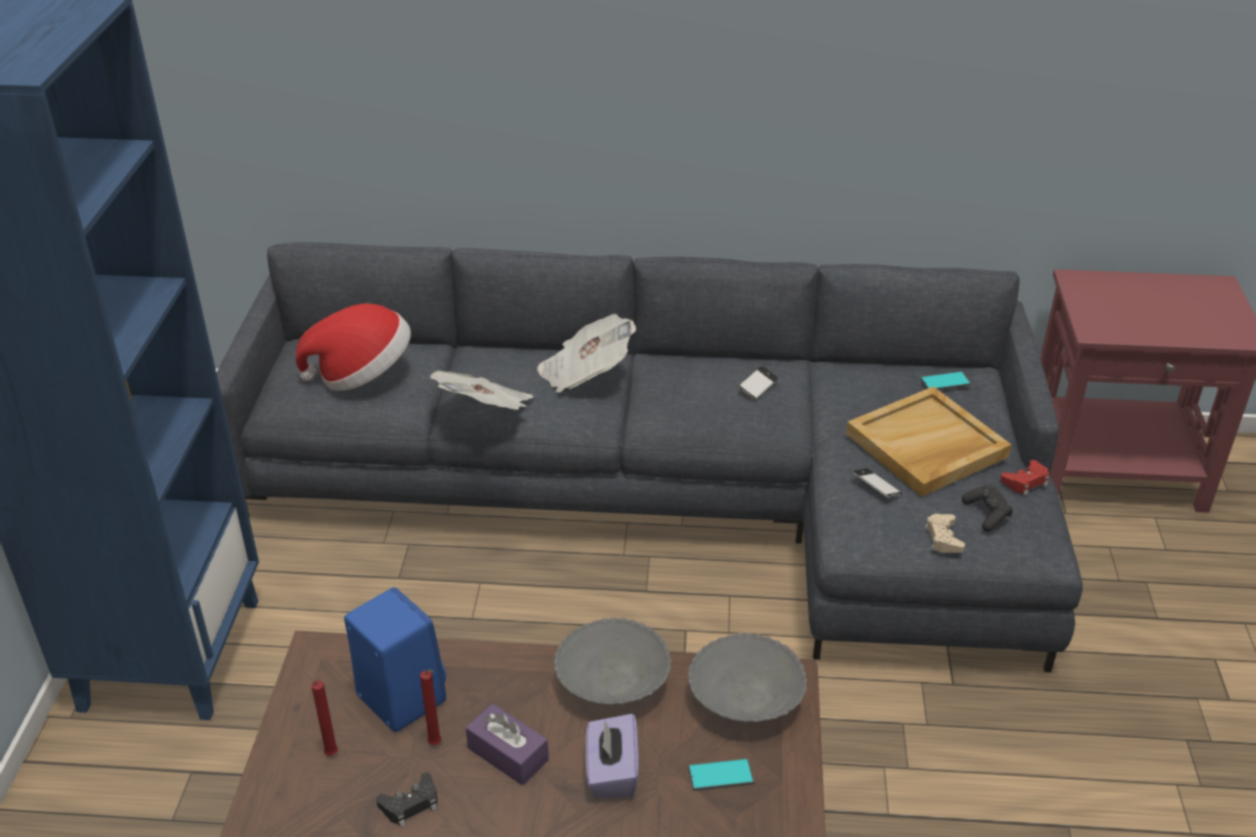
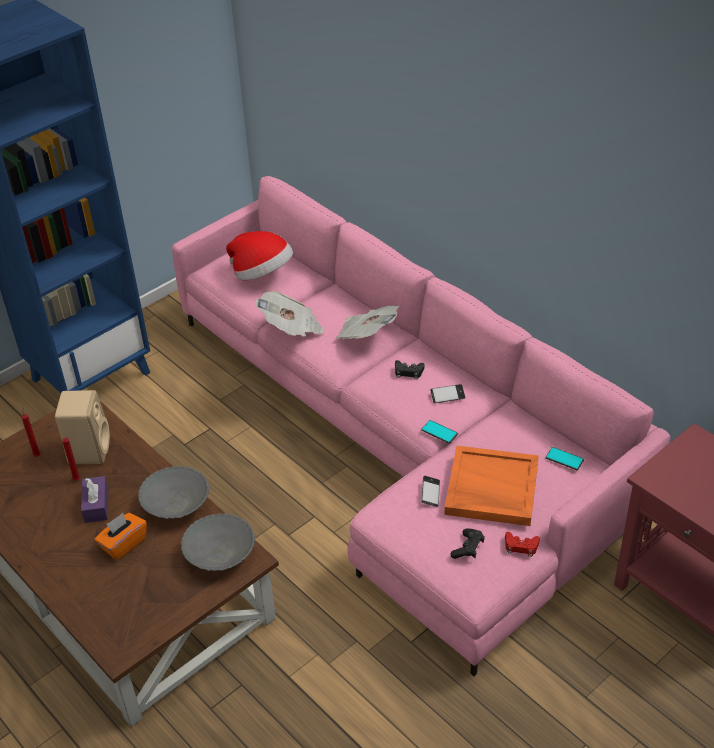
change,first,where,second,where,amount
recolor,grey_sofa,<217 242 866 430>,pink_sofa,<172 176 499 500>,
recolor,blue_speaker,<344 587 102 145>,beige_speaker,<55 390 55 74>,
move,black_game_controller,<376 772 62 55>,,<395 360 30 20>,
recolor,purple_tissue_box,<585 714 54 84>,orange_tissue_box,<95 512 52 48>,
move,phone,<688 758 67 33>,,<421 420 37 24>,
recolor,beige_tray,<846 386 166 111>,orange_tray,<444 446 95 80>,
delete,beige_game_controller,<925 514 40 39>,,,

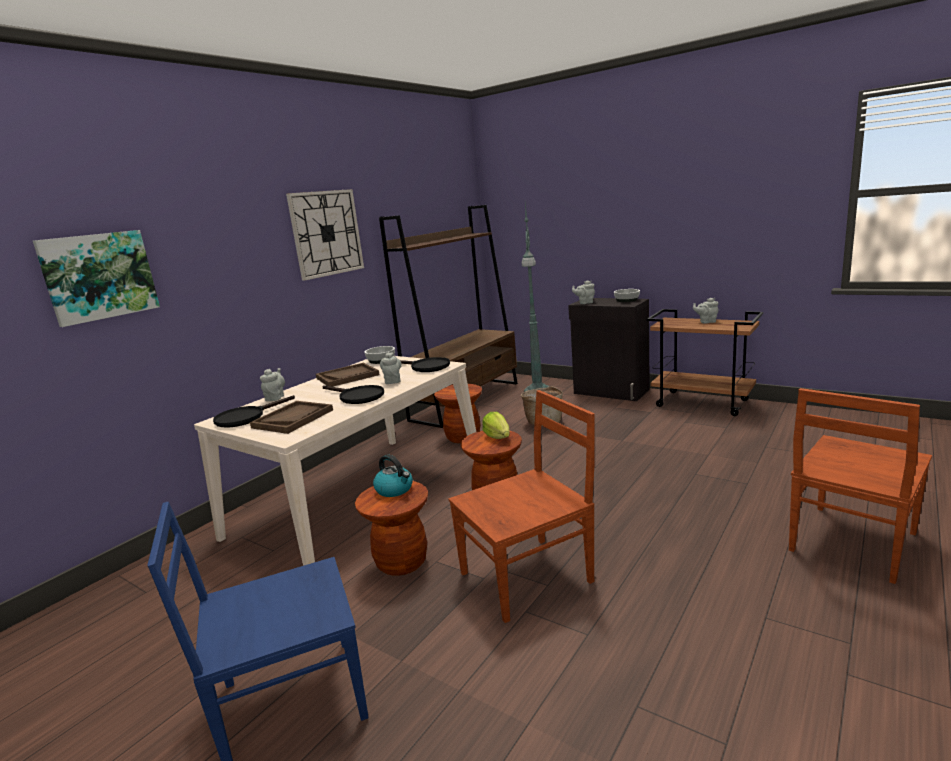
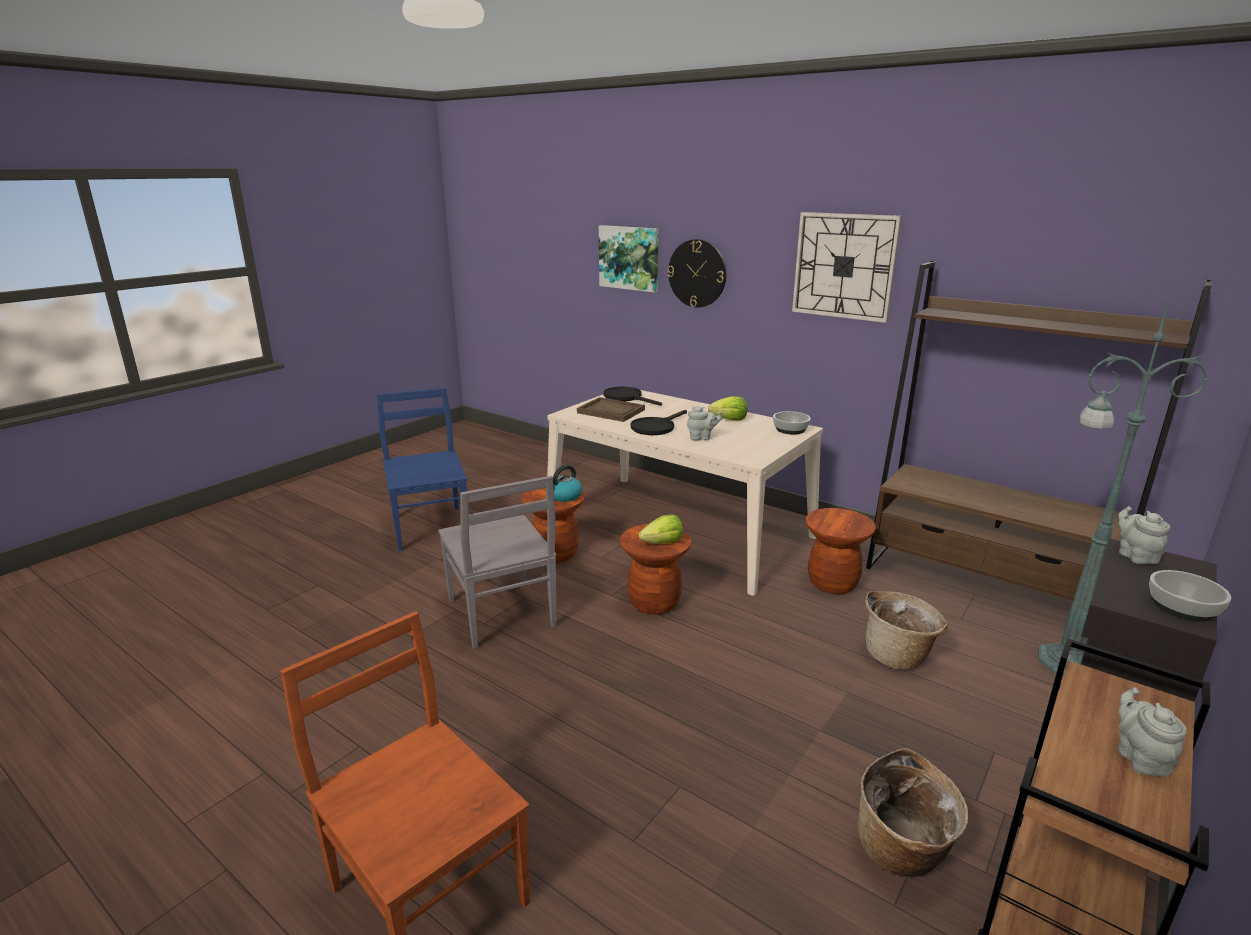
change,first,where,second,where,amount
delete,grey_teapot,<260 368 25 33>,,,
replace,brown_tray,<316 363 63 24>,lettuce,<708 396 40 25>,
delete,black_frying_pan,<400 357 50 15>,,,
recolor,brown_chair,<449 390 146 233>,grey_chair,<438 476 118 173>,
insert,,,wall_clock,<667 239 59 69>,
insert,,,basket,<858 748 110 129>,

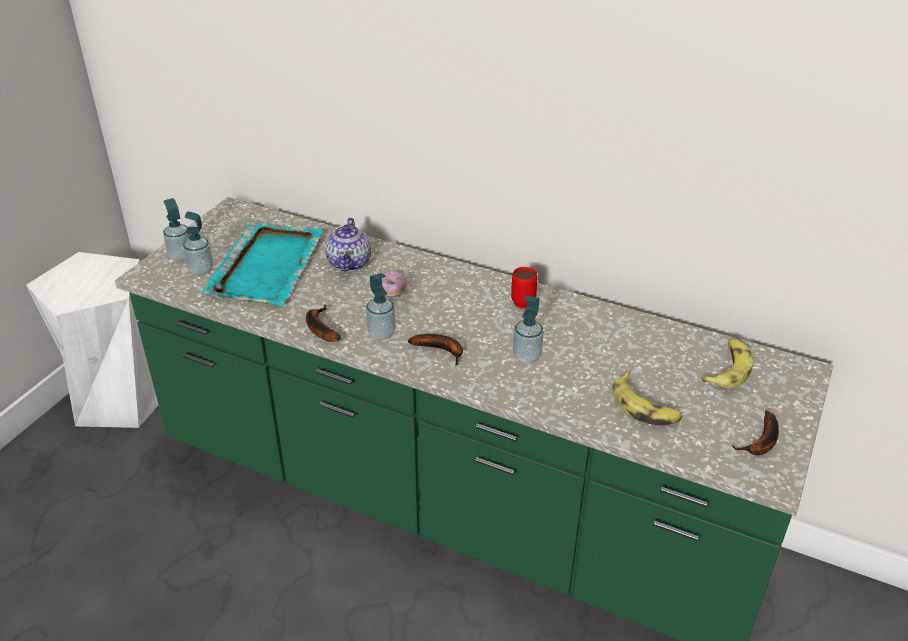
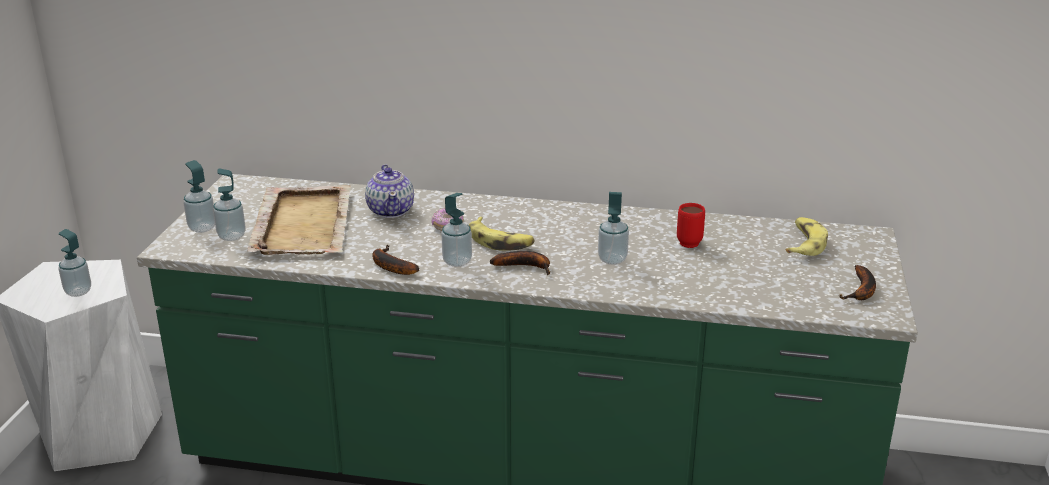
change,first,where,second,where,amount
recolor,turquoise_tray,<202 221 122 85>,beige_tray,<247 185 103 70>,
move,red_mug,<511 267 27 42>,,<677 203 28 45>,
move,banana,<612 372 70 53>,,<469 217 66 34>,
insert,,,soap_dispenser,<58 229 33 68>,

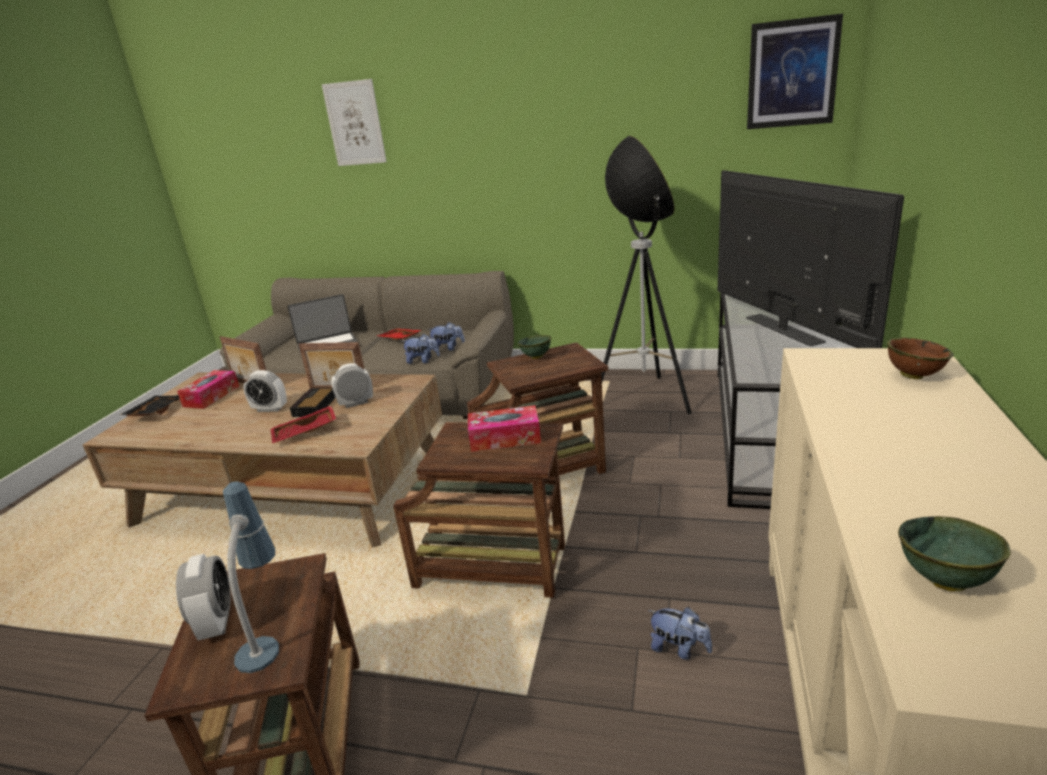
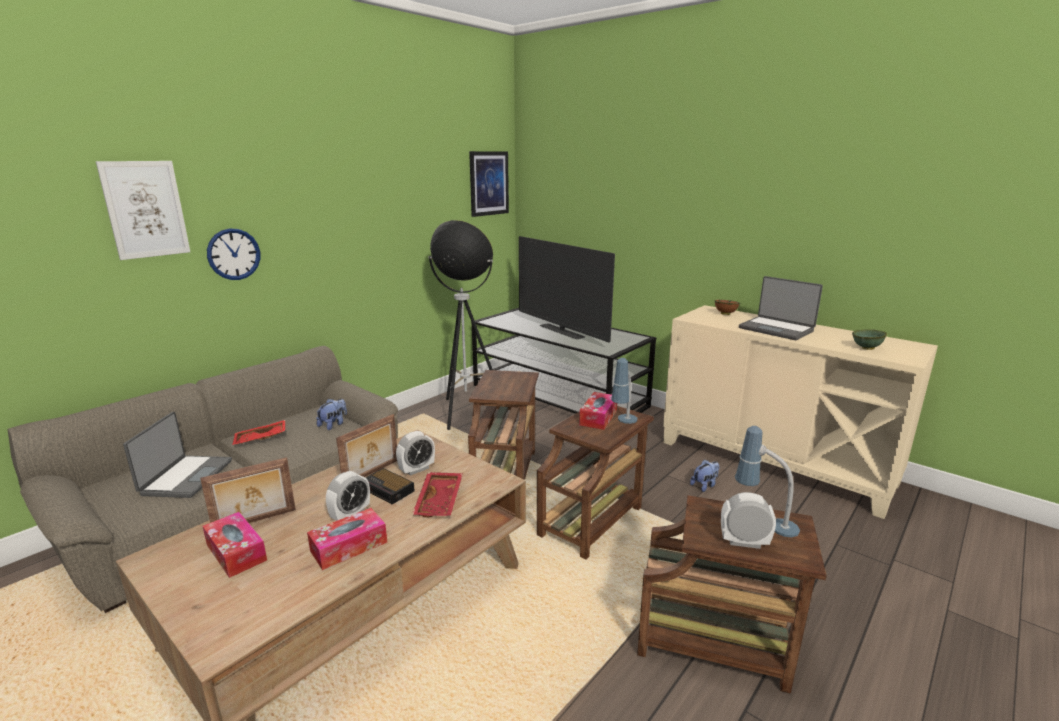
change,first,where,second,where,amount
delete,black_tray,<120 395 60 22>,,,
rotate,alarm_clock,<331 363 42 45>,,<396 431 39 45>,135 degrees counterclockwise
delete,plush_toy,<403 334 37 30>,,,
delete,green_bowl,<518 335 33 24>,,,
rotate,television,<718 170 186 178>,,<519 236 96 107>,135 degrees counterclockwise
insert,,,wall_clock,<207 228 53 52>,
insert,,,tissue_box,<307 508 80 62>,
insert,,,table_lamp,<611 358 26 66>,
insert,,,laptop,<739 276 84 64>,

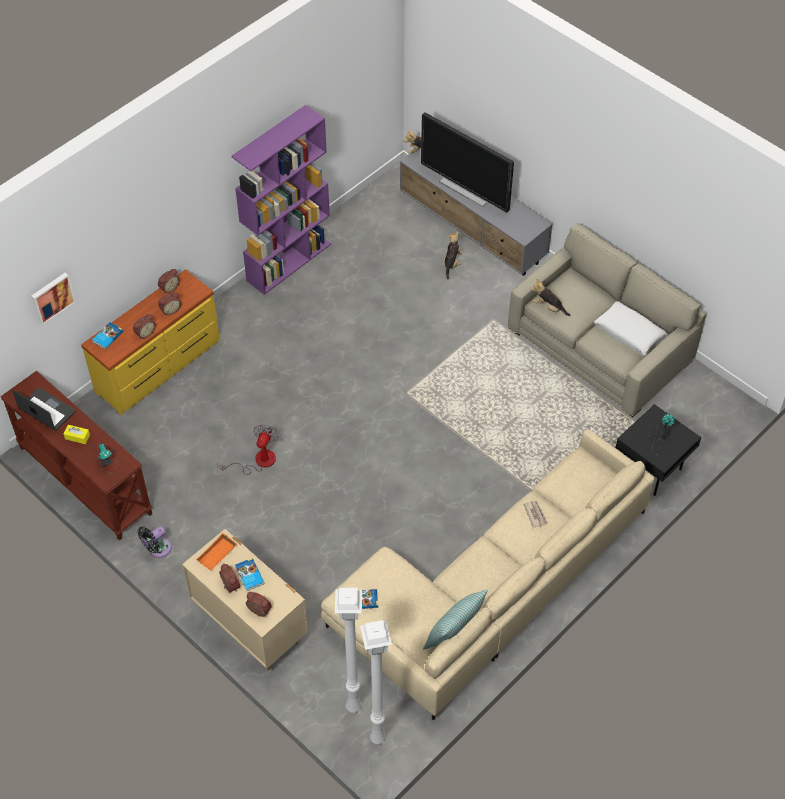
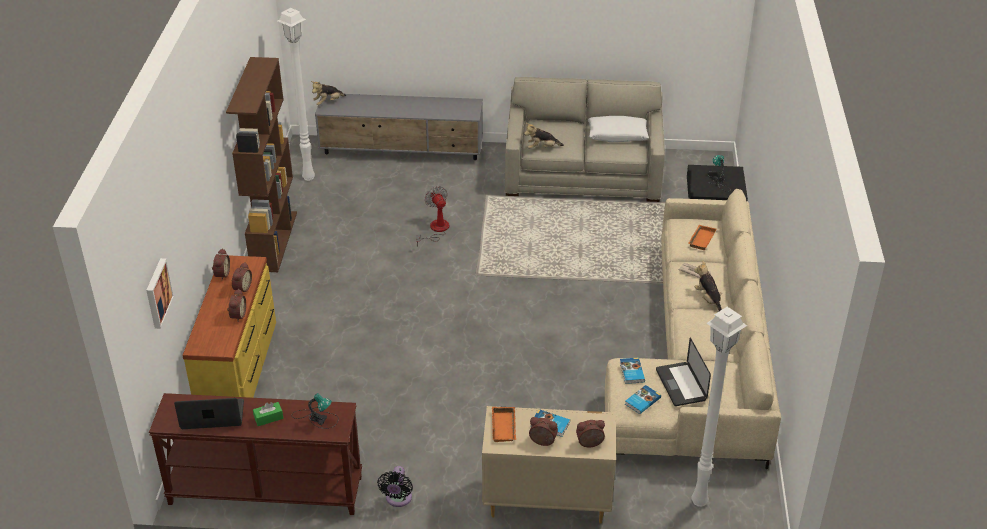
change,first,where,second,where,amount
recolor,yellow_tissue_box,<64 425 26 19>,green_tissue_box,<253 402 30 24>,
move,book,<92 322 31 27>,,<620 357 25 27>,
move,fan,<217 424 61 51>,,<416 186 33 61>,
recolor,purple_bookcase,<231 105 100 190>,brown_bookcase,<226 57 71 215>,
move,white_floor_lamp,<360 620 32 124>,,<278 8 37 173>,
delete,television,<421 112 93 101>,,,
delete,pillow,<423 589 65 61>,,,
move,plush_toy,<443 231 19 49>,,<694 261 28 50>,
insert,,,laptop,<656 338 55 68>,
insert,,,orange_tray,<688 225 28 25>,

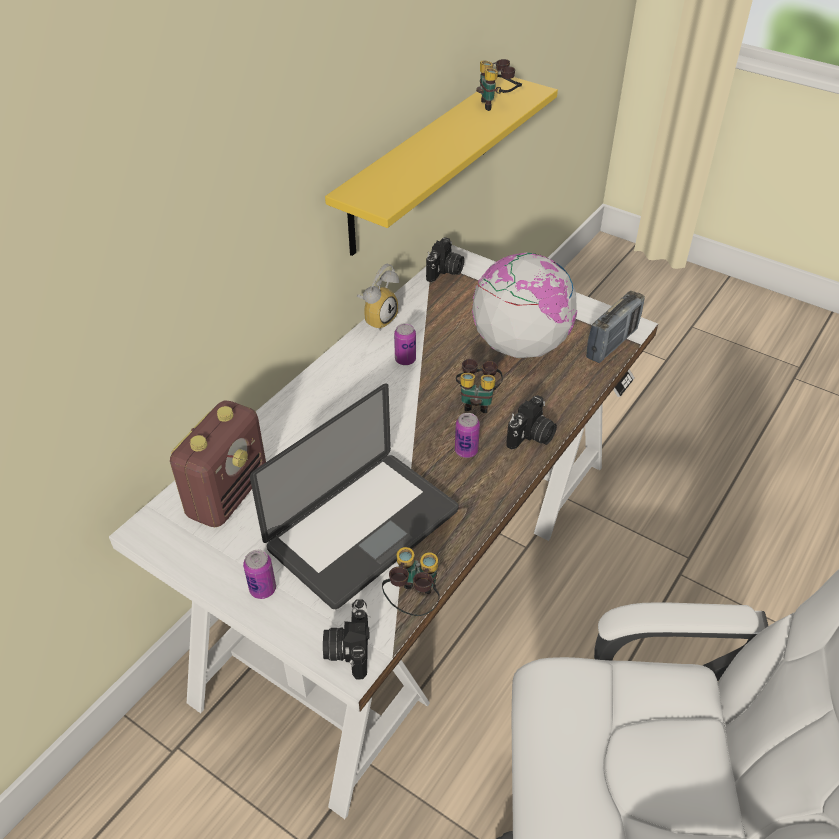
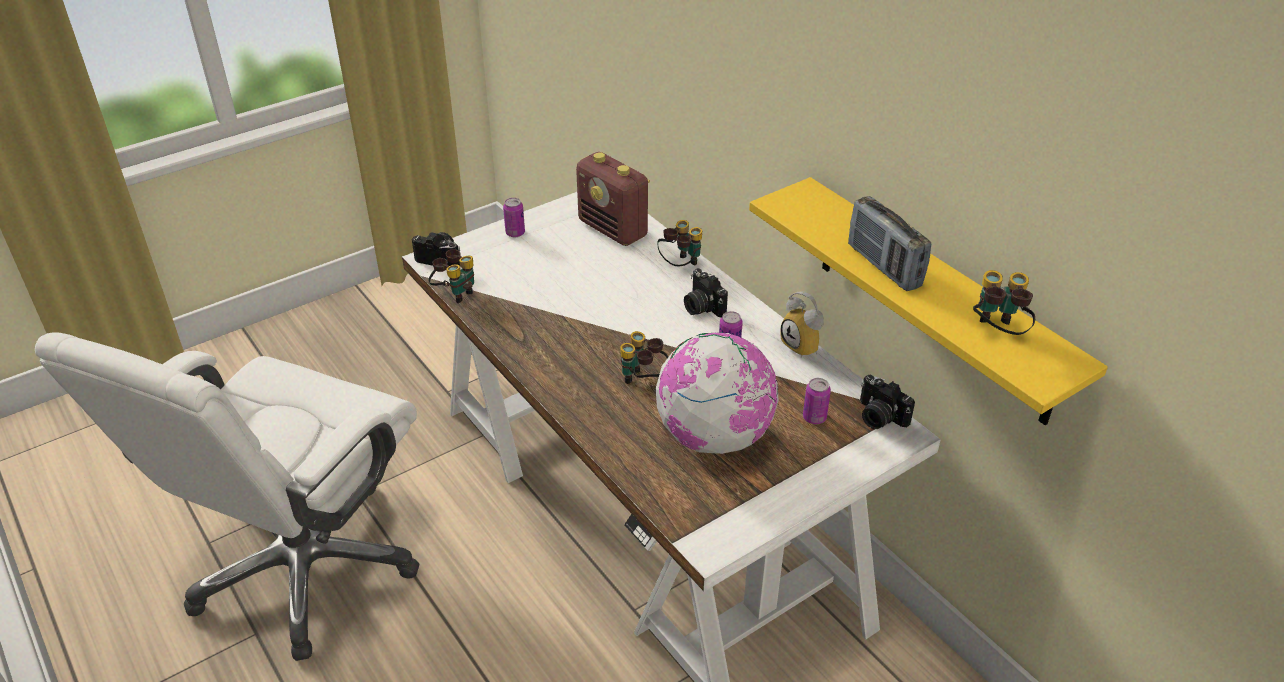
change,first,where,second,where,amount
delete,laptop,<250 383 208 226>,,,
move,can,<455 413 25 45>,,<803 378 28 46>,
move,photo_camera,<506 395 51 55>,,<684 268 44 49>,
move,radio,<586 291 59 72>,,<848 196 83 95>,
insert,,,binoculars,<657 220 45 46>,

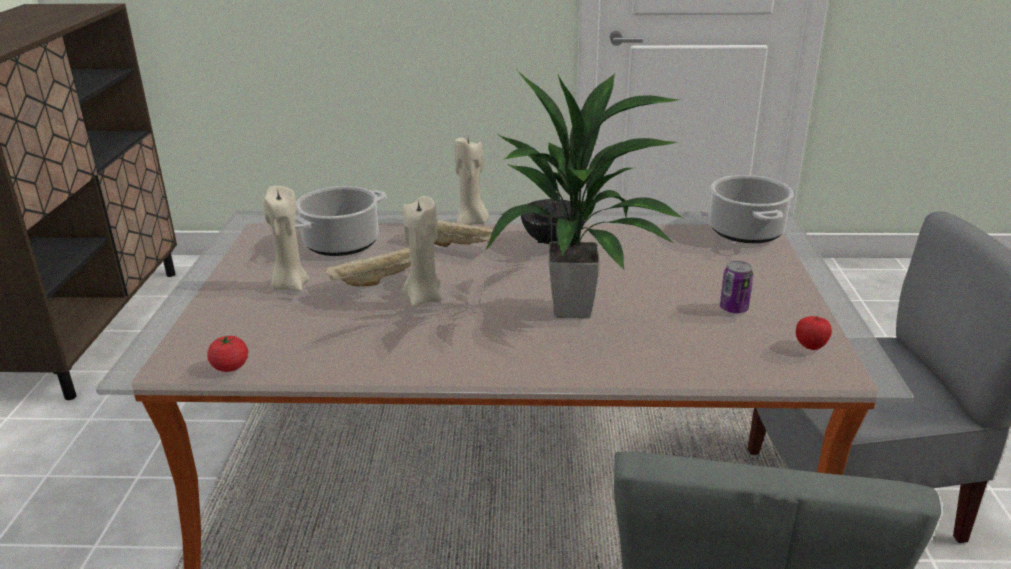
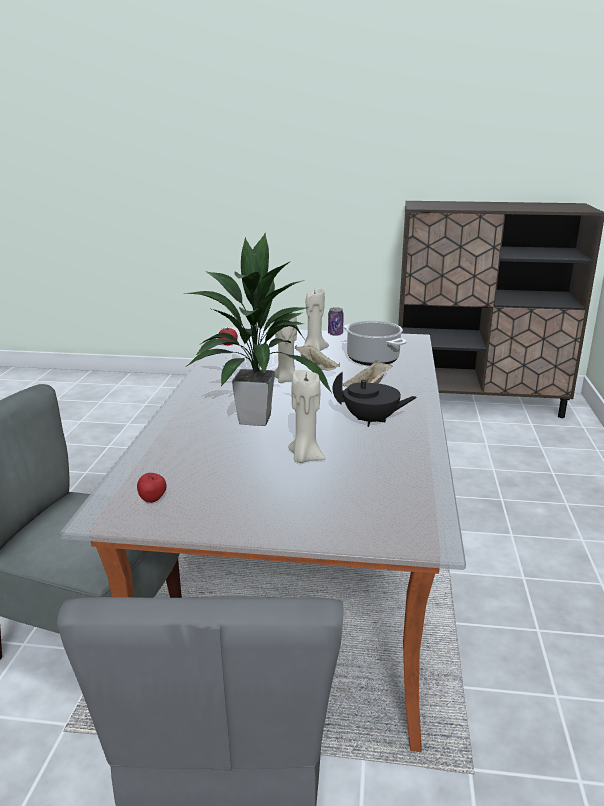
change,first,where,second,where,amount
move,beige_candle,<454 138 35 87>,,<288 370 37 93>,
delete,cooking_pot,<709 175 84 68>,,,
move,can,<720 261 34 53>,,<328 307 16 29>,

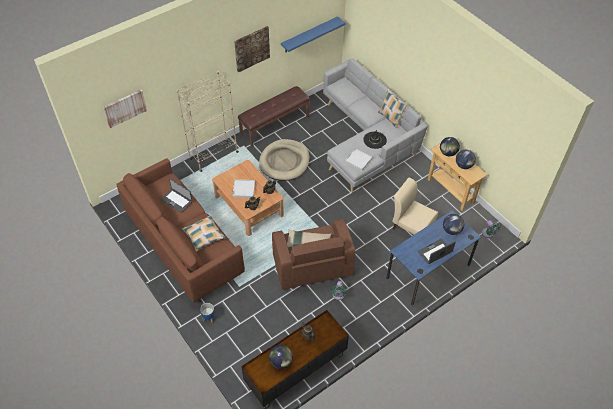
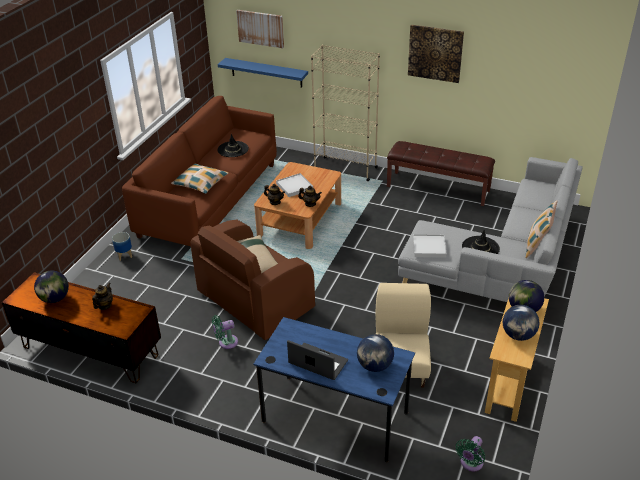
change,first,where,second,where,amount
replace,laptop,<161 178 31 35>,black_hat,<217 134 32 23>,
delete,beige_dog_bed,<259 139 51 42>,,,
move,blue_shelf,<281 16 64 37>,,<218 58 90 30>,

